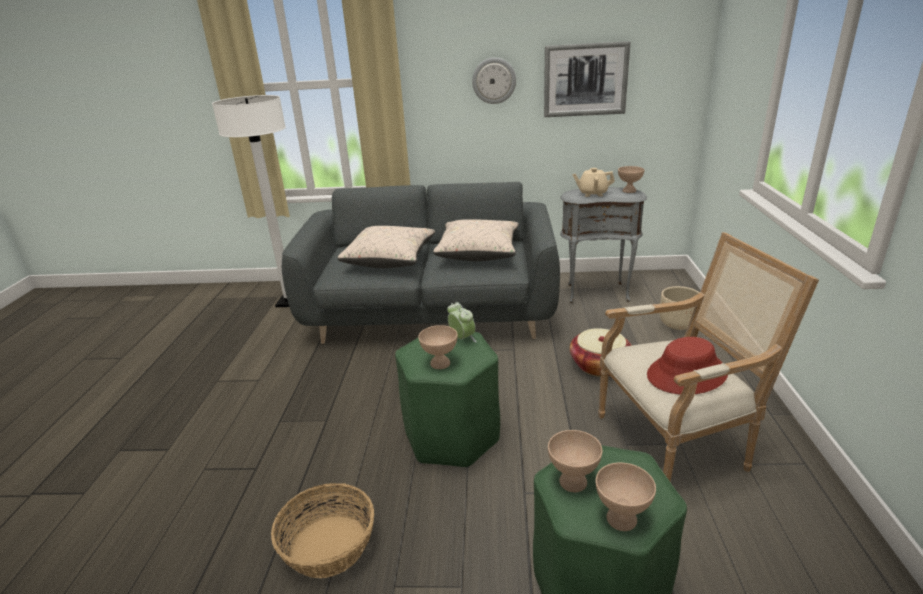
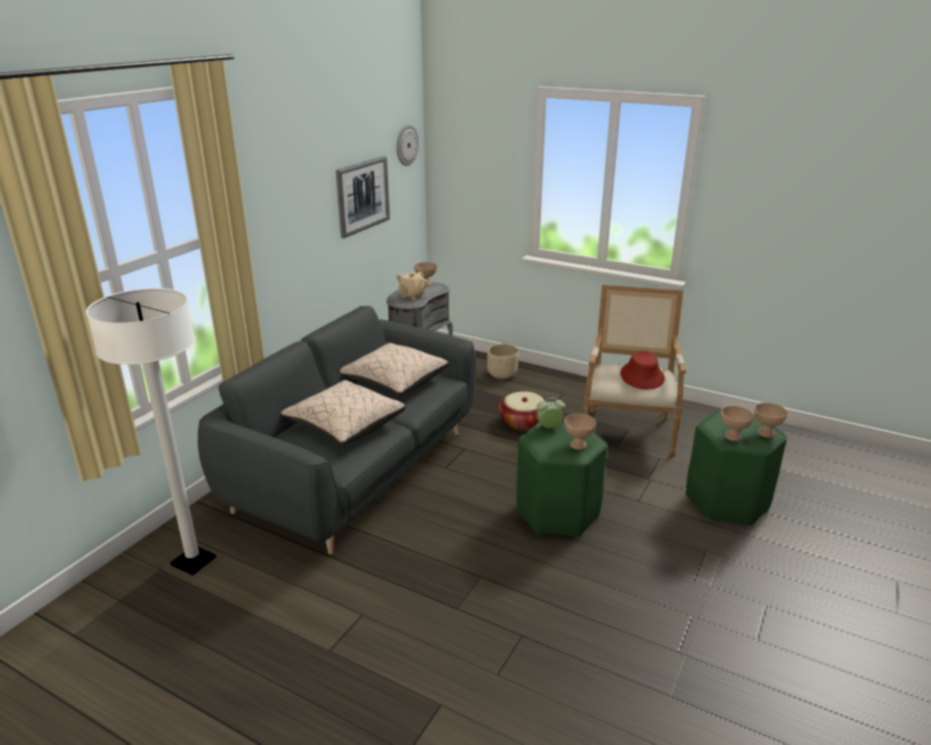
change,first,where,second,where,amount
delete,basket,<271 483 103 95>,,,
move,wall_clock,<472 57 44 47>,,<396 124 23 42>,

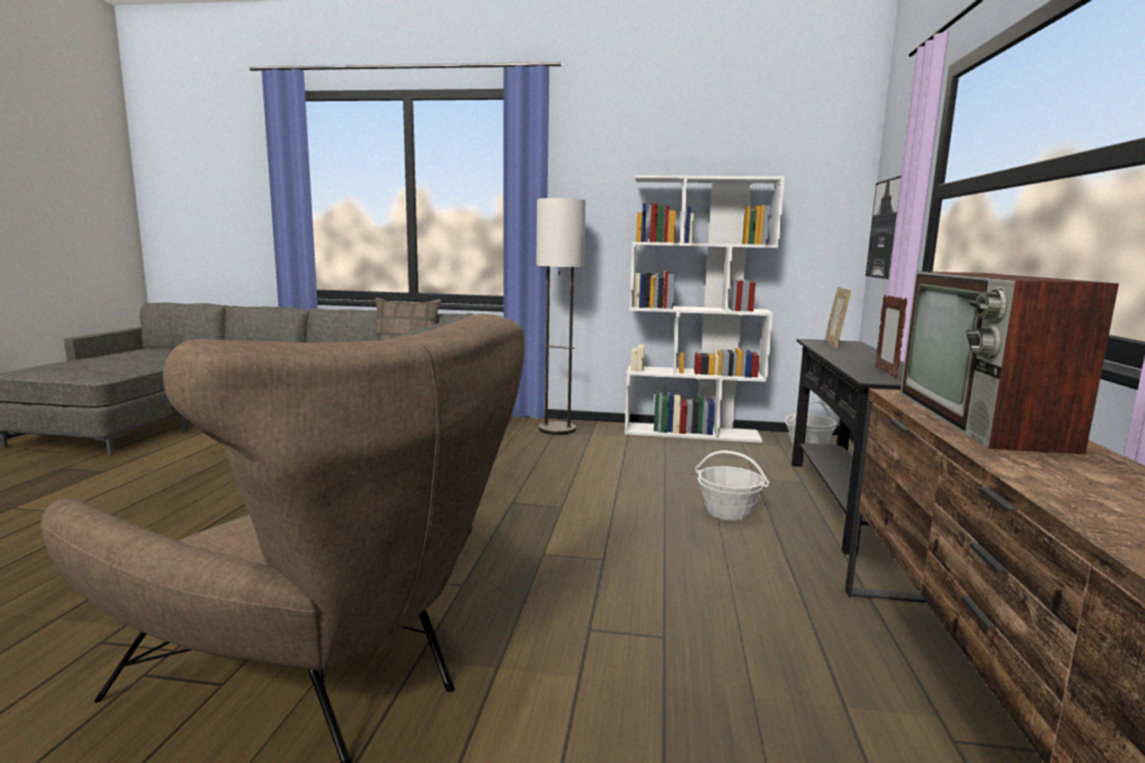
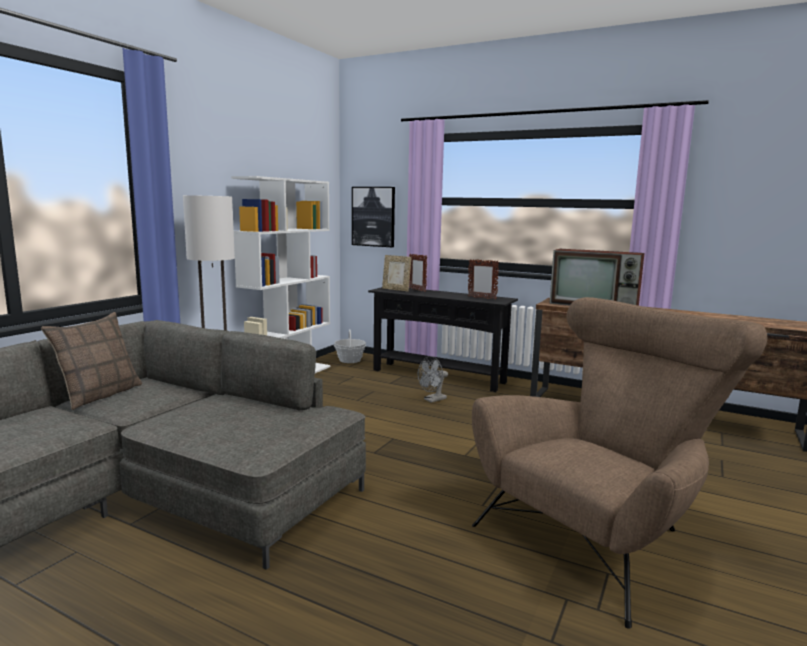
change,first,where,second,where,amount
replace,basket,<695 451 74 70>,grey_fan,<418 356 30 47>,
insert,,,picture_frame,<409 254 18 38>,

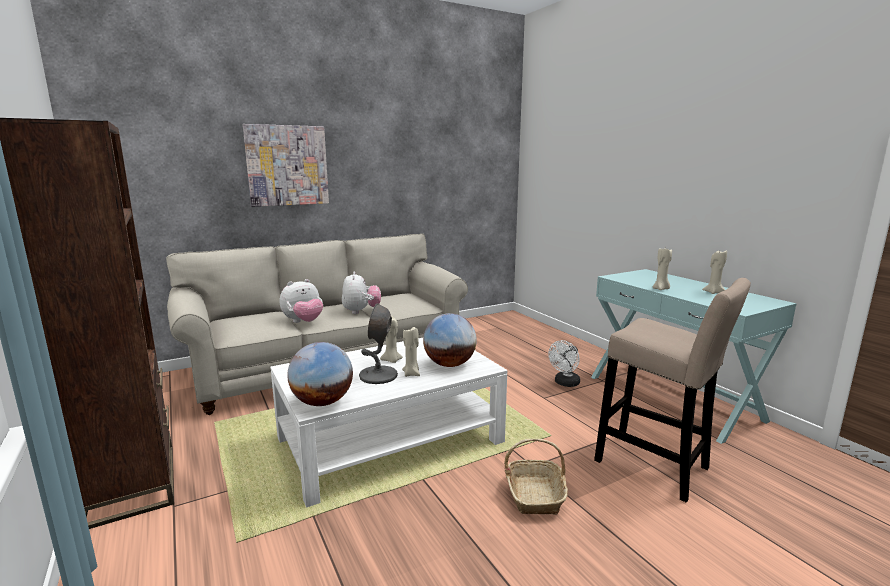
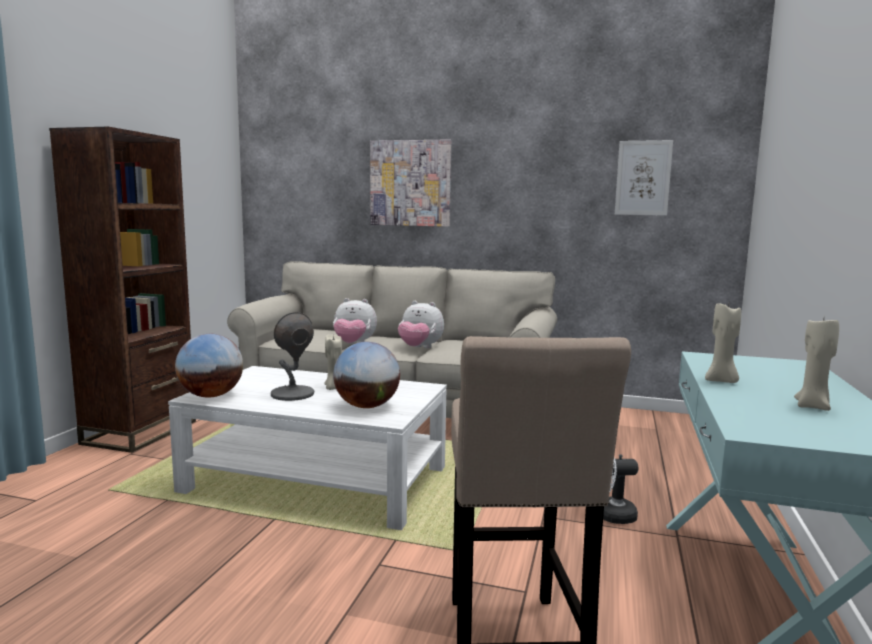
change,first,where,second,where,amount
rotate,plush_toy,<342 271 39 43>,,<398 301 46 47>,75 degrees clockwise
delete,beige_candle,<402 326 18 51>,,,
delete,basket,<504 439 64 76>,,,
insert,,,picture,<615 140 58 76>,

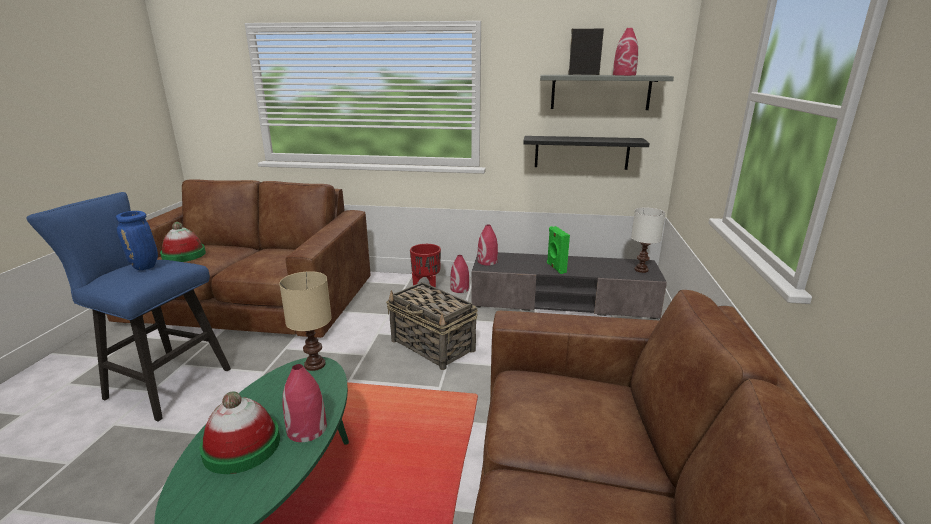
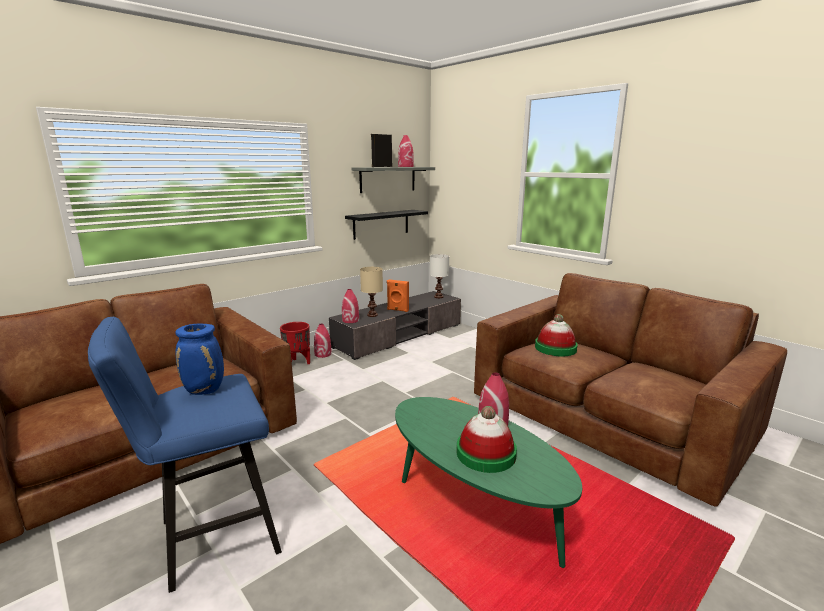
change,first,where,second,where,amount
move,hat,<160 222 46 40>,,<535 314 43 42>,
move,beige_table_lamp,<279 271 53 100>,,<360 267 23 50>,
delete,basket,<386 282 92 88>,,,
recolor,green_speaker,<547 226 23 48>,orange_speaker,<387 280 22 32>,

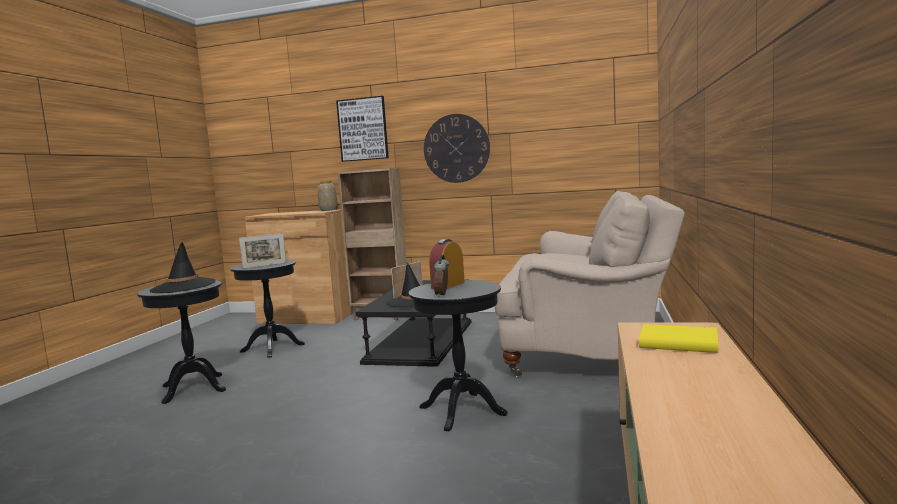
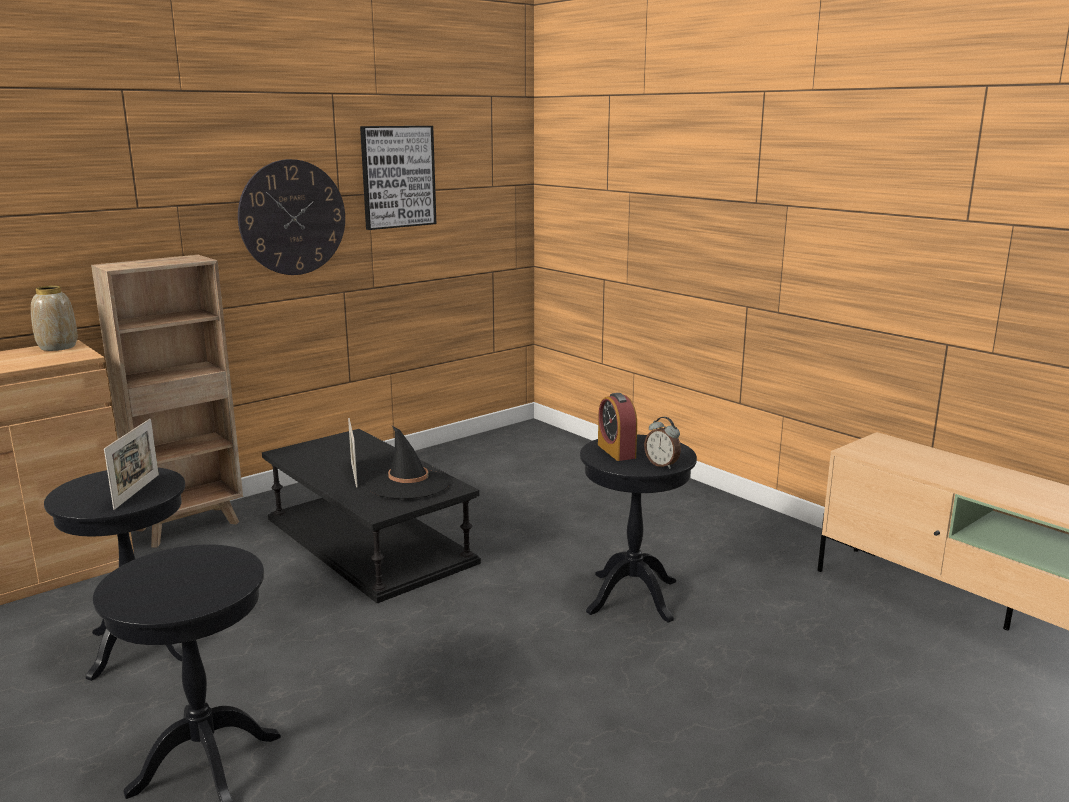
change,first,where,second,where,amount
delete,black_hat,<149 243 67 50>,,,
move,picture,<336 96 53 66>,,<360 126 76 104>,
delete,beige_sofa,<494 191 191 186>,,,
delete,yellow_book,<639 324 79 29>,,,

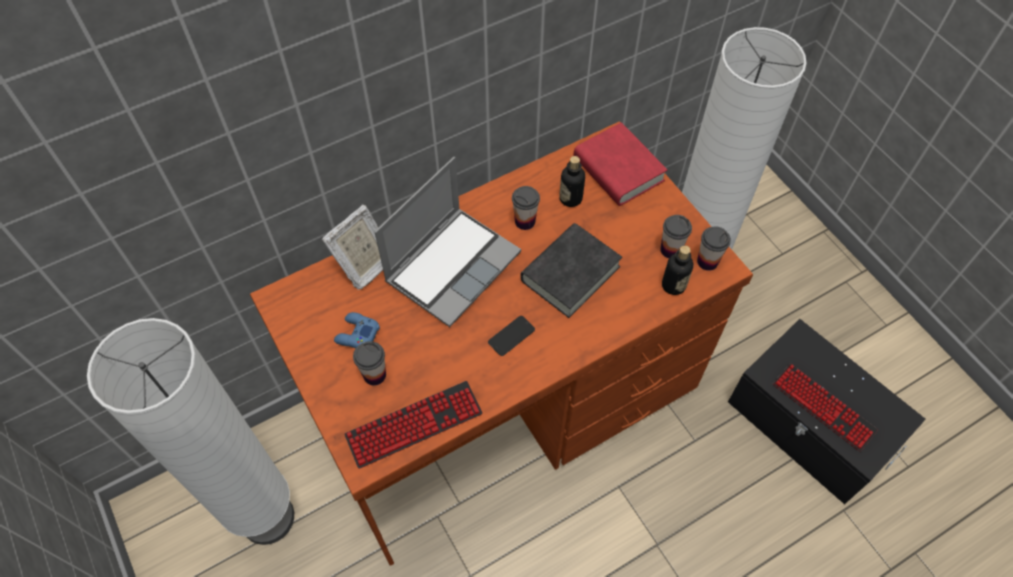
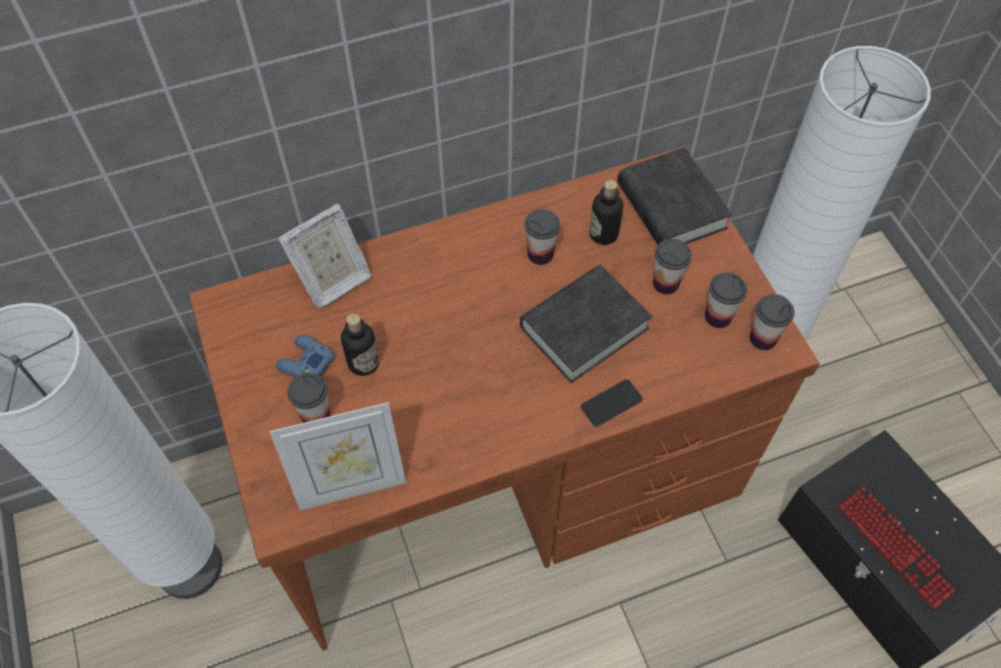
change,first,where,second,where,amount
replace,keyboard,<344 381 138 88>,picture_frame,<269 402 137 108>,
delete,laptop,<374 157 147 170>,,,
move,phone,<488 316 47 40>,,<581 379 62 48>,
recolor,red_book,<574 122 93 84>,black_book,<617 147 115 98>,
move,bottle,<662 245 32 50>,,<341 314 38 62>,
insert,,,cup,<653 239 39 56>,

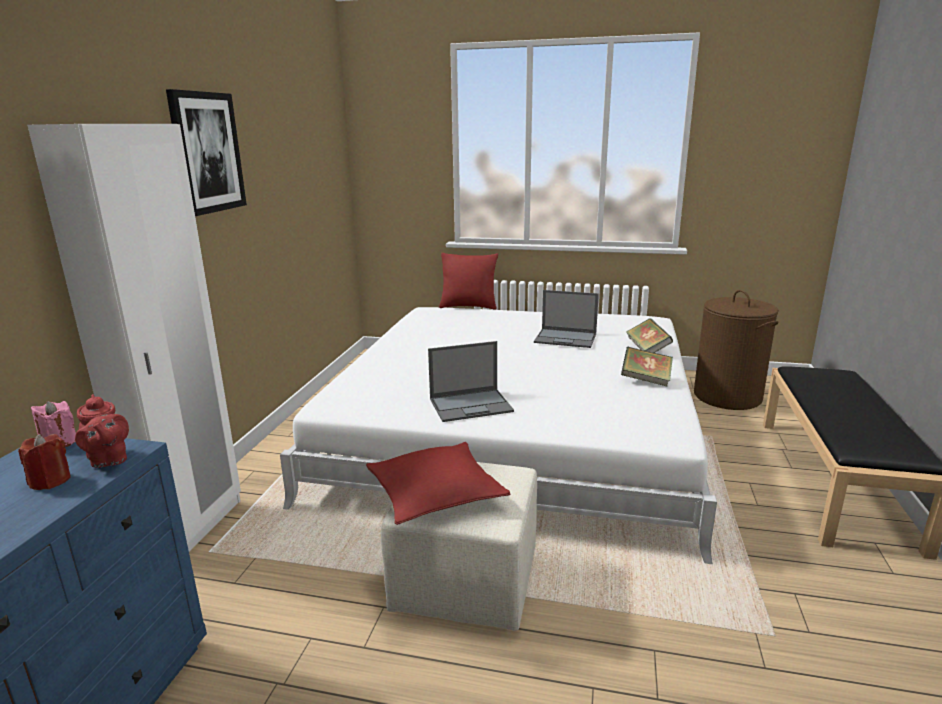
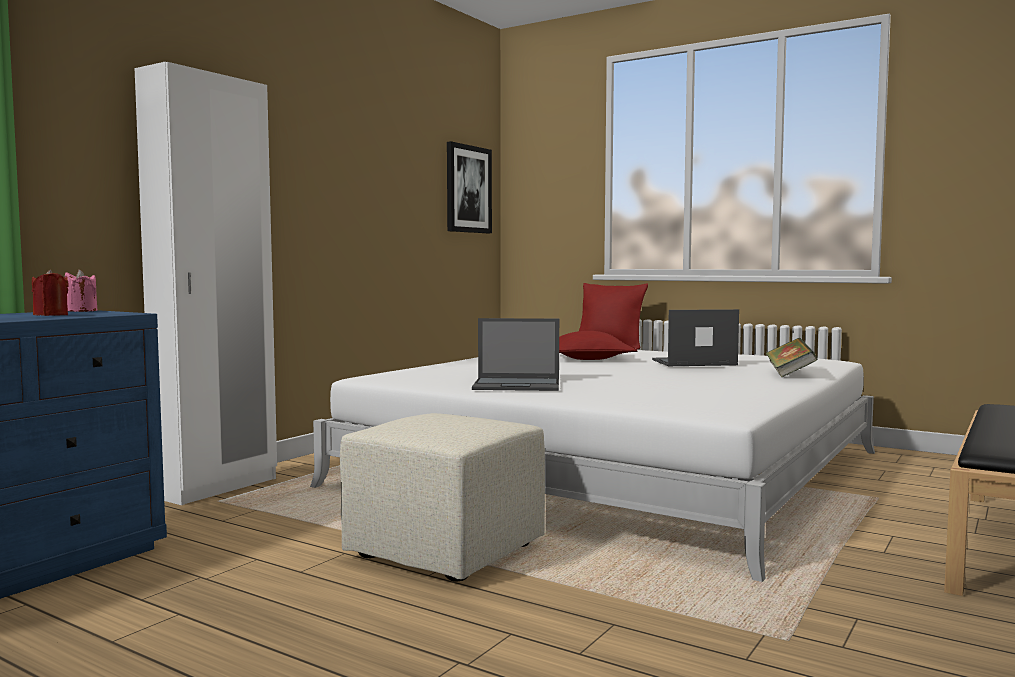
change,first,where,second,where,amount
delete,red_teapot,<75 394 54 74>,,,
move,picture,<166 89 81 127>,,<447 141 45 92>,
move,red_pillow,<366 442 144 83>,,<559 331 78 29>,
rotate,laptop,<534 290 65 58>,,<652 309 87 57>,135 degrees clockwise
delete,book,<621 347 52 40>,,,
delete,brown_laundry_basket,<694 290 85 120>,,,

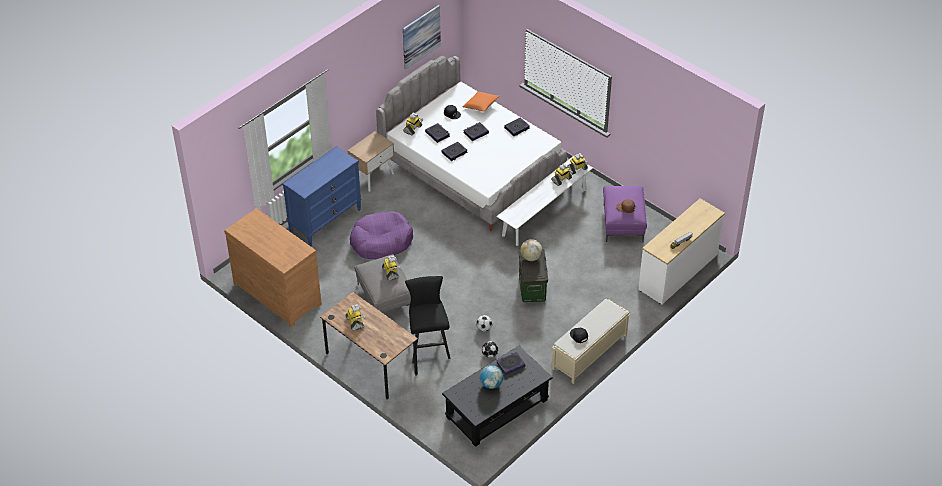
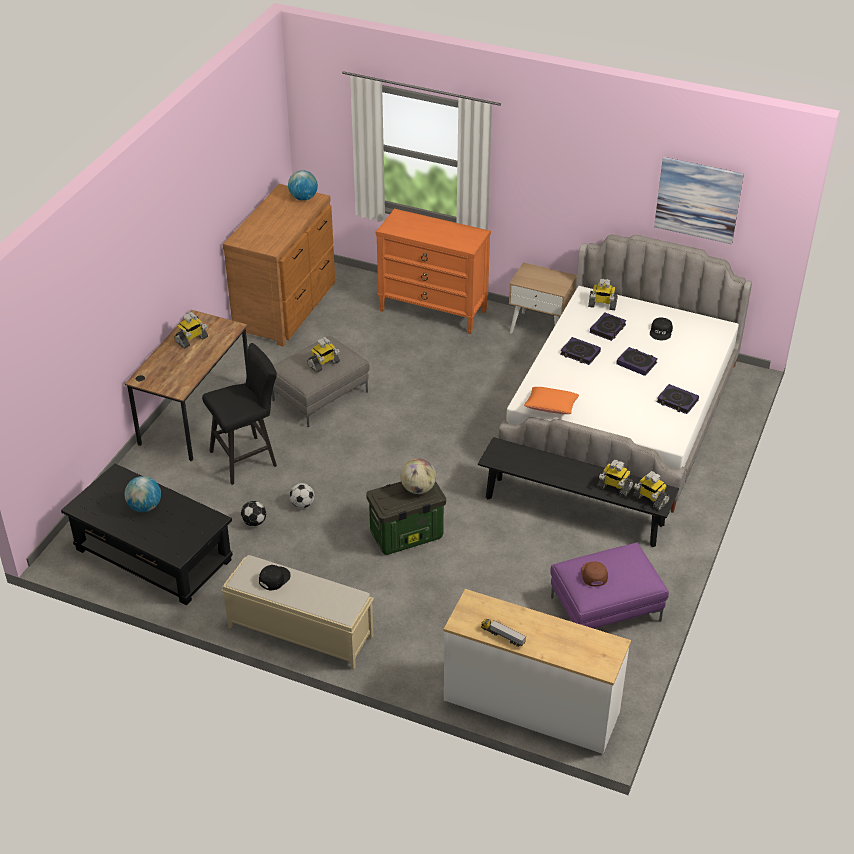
change,first,where,second,where,amount
recolor,blue_dresser,<282 146 79 100>,orange_dresser,<376 209 115 125>,
delete,purple_dog_bed,<350 211 63 48>,,,
move,orange_pillow,<462 92 38 19>,,<524 387 55 27>,
recolor,white_bench,<496 156 97 90>,black_bench,<478 437 201 110>,
delete,book,<496 352 29 23>,,,
insert,,,globe,<288 170 30 31>,

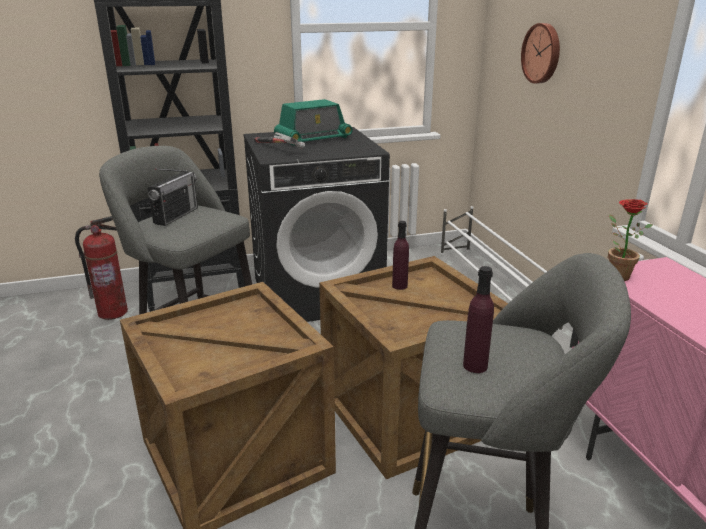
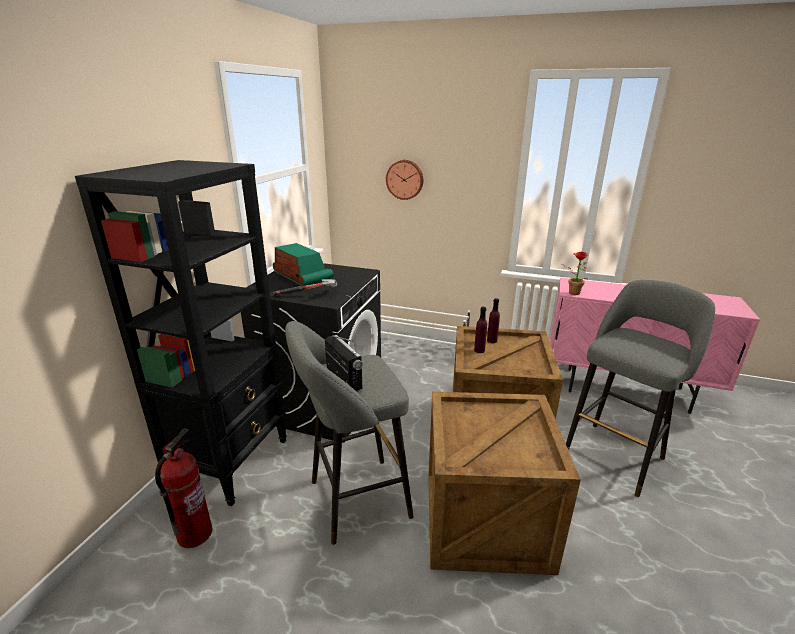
change,first,where,second,where,amount
rotate,radio,<274 99 79 47>,,<273 243 60 43>,45 degrees counterclockwise
move,purple_bottle,<463 266 31 107>,,<487 298 13 45>,

